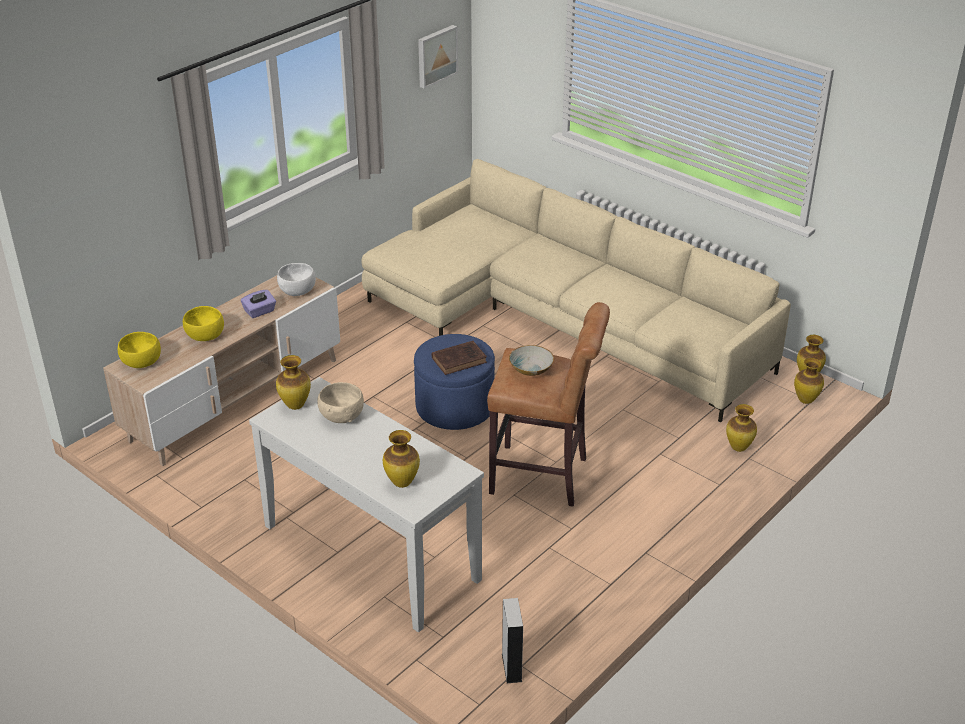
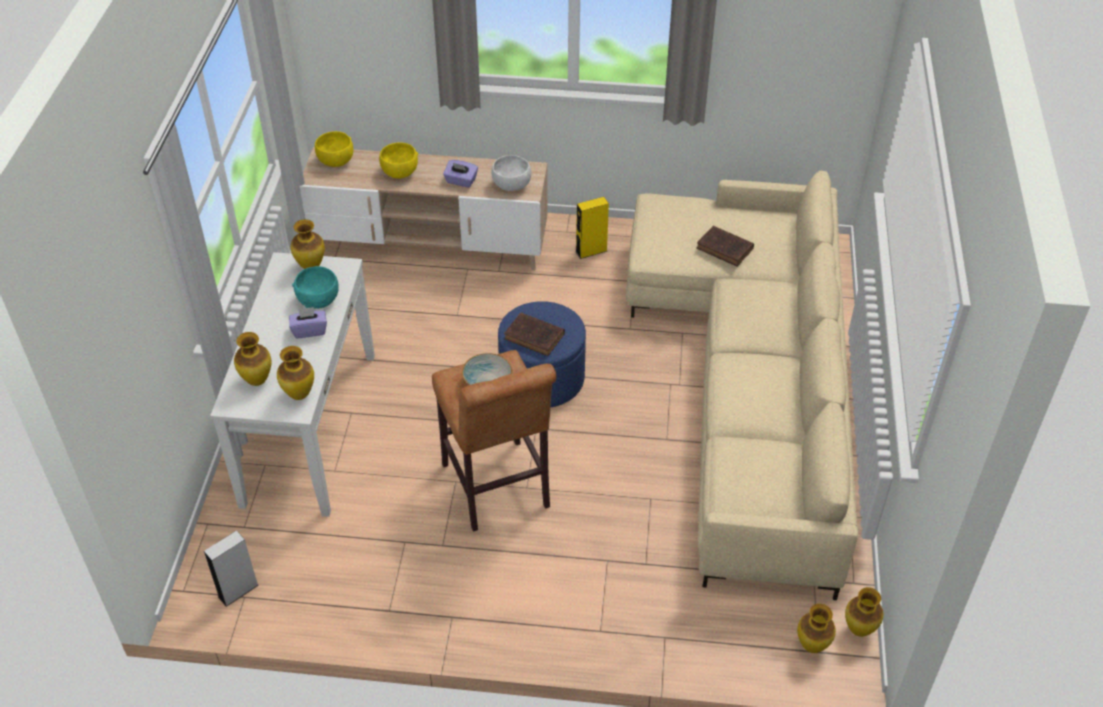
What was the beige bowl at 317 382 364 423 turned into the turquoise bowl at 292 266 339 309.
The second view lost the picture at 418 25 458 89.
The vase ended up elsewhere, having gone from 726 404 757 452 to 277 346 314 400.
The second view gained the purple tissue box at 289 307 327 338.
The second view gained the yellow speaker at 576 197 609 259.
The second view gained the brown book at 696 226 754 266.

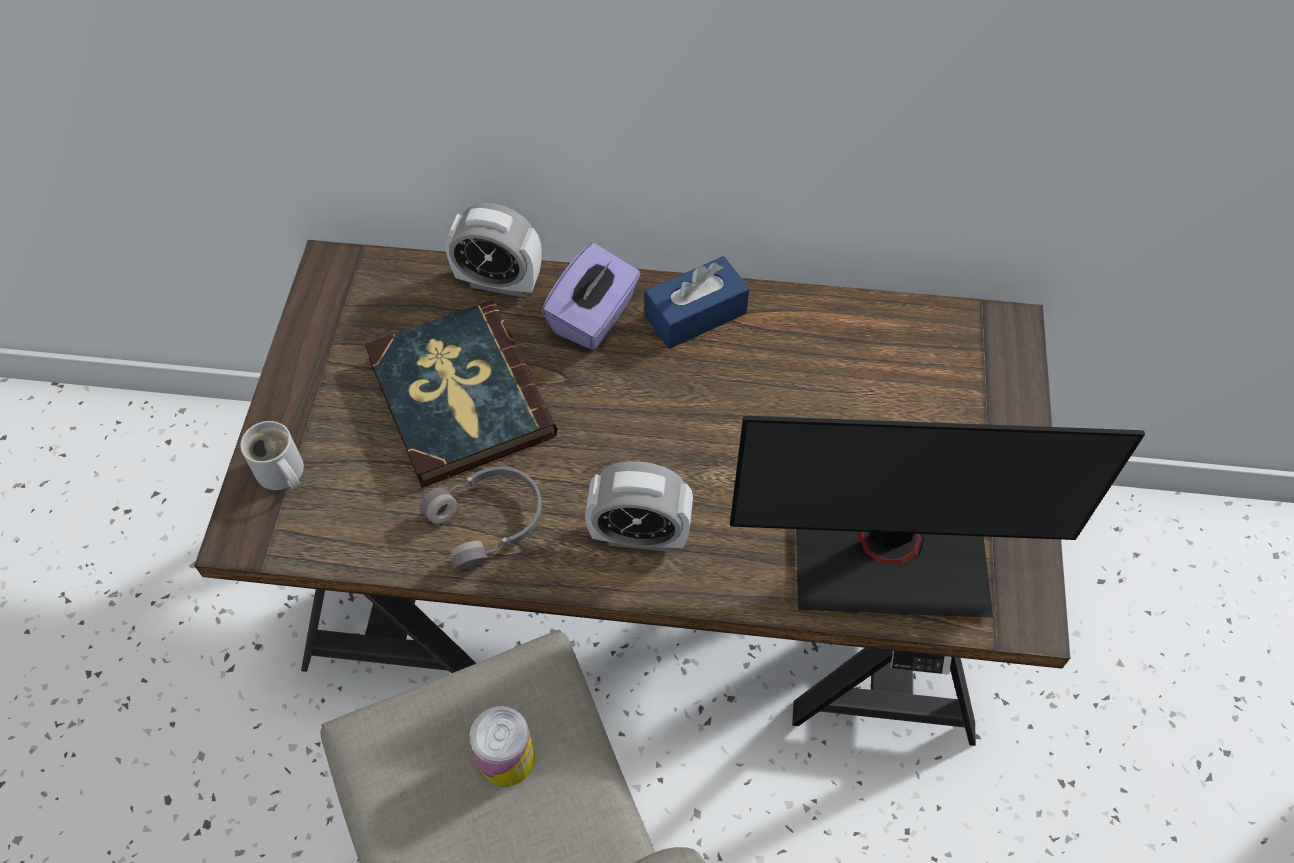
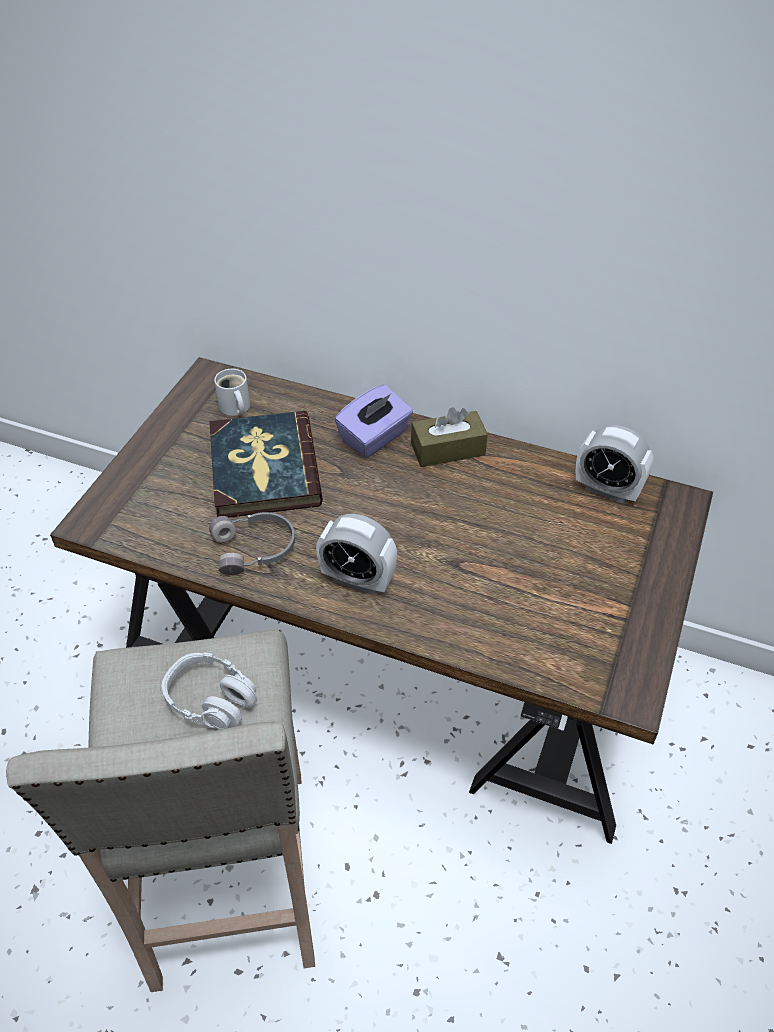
The white mug ended up elsewhere, having gone from 240 421 304 490 to 214 369 250 416.
The alarm clock ended up elsewhere, having gone from 445 203 542 297 to 576 425 653 503.
Where the can stood at 470 706 535 787, the grey headphones came to stand at 162 652 257 730.
What was the blue tissue box at 645 256 749 349 turned into the brown tissue box at 411 407 488 467.
The second view lost the monitor at 730 416 1145 618.

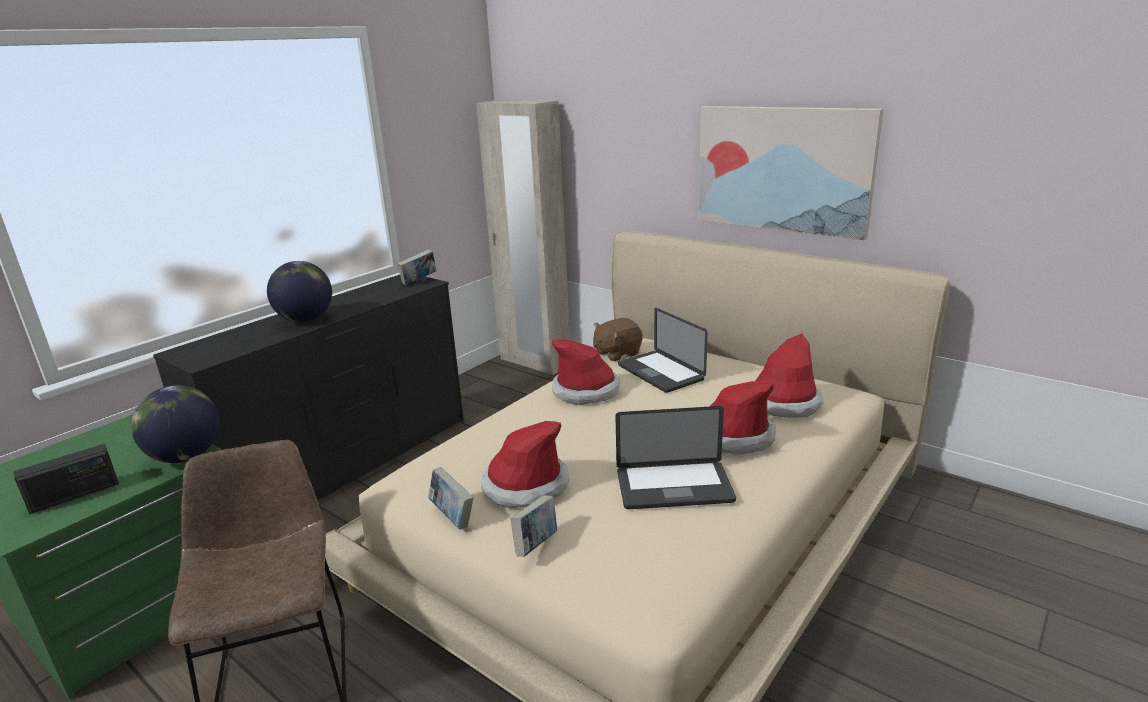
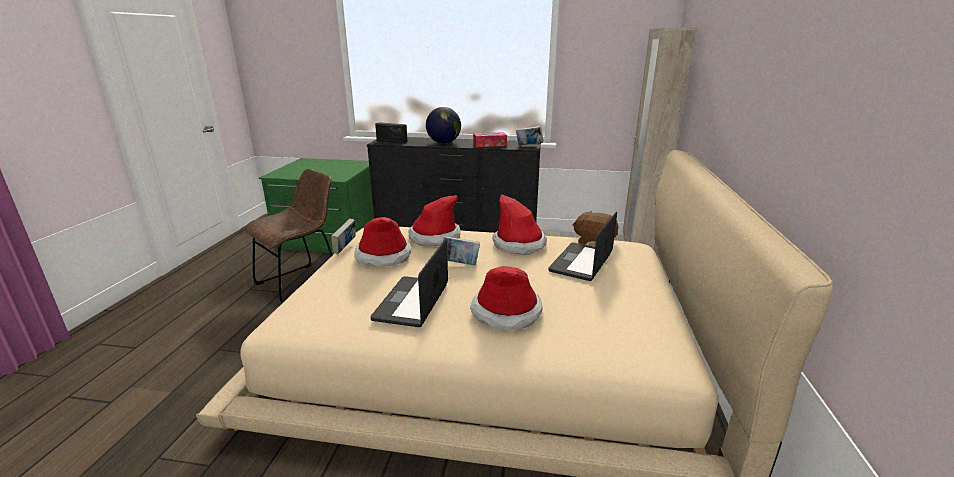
The radio ended up elsewhere, having gone from 14 444 119 514 to 375 122 408 143.
The second view lost the globe at 131 385 220 463.
The book ended up elsewhere, having gone from 511 495 557 557 to 443 236 480 265.
The laptop at 615 406 736 509 ended up facing another way, 45 degrees clockwise from before.
The second view lost the picture at 698 106 883 240.
The hat ended up elsewhere, having gone from 756 333 824 418 to 408 195 461 247.
The second view gained the tissue box at 473 132 507 147.

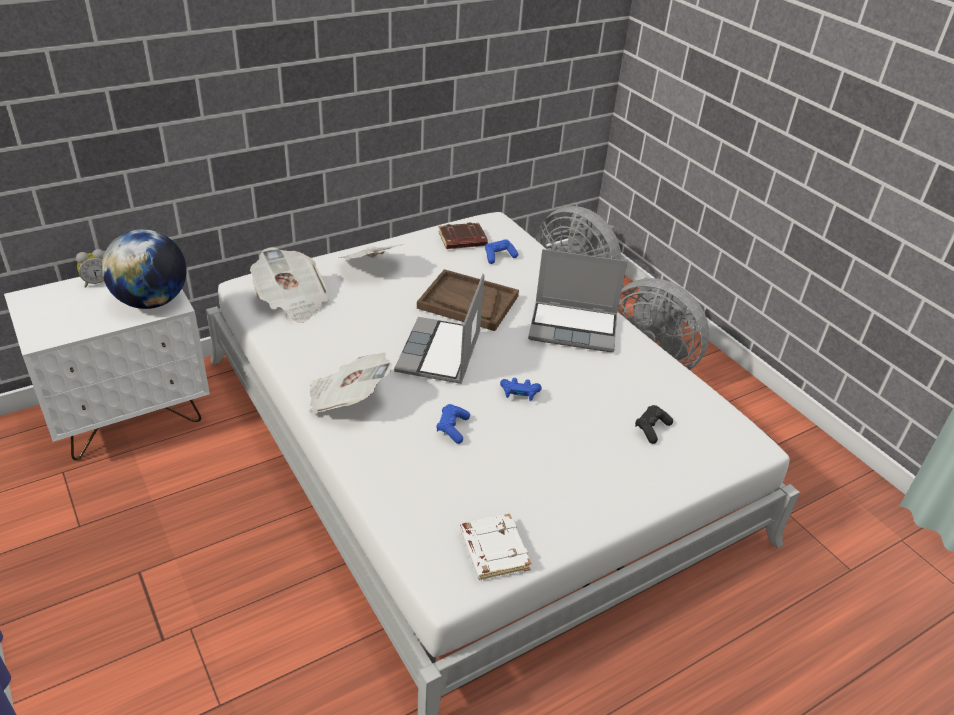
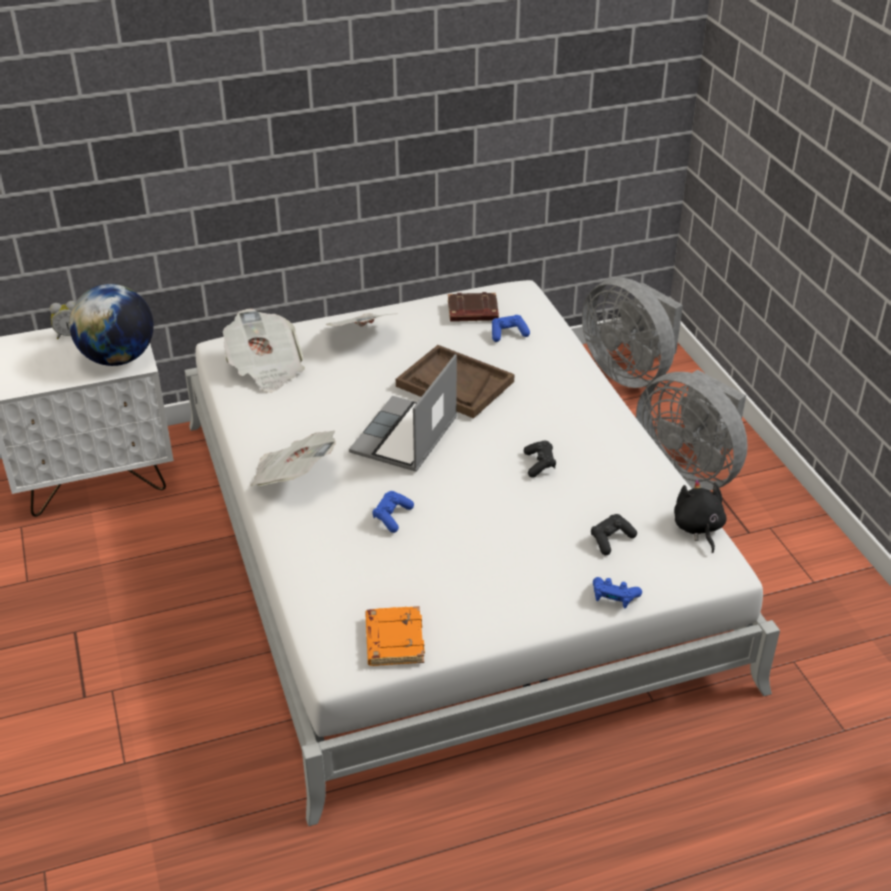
What was the white book at 460 514 531 581 turned into the orange book at 365 606 425 666.
The blue game controller ended up elsewhere, having gone from 500 378 542 401 to 593 577 642 608.
The second view lost the laptop at 528 249 628 352.
The second view gained the black game controller at 524 441 556 478.
The second view gained the black plush toy at 674 479 727 553.

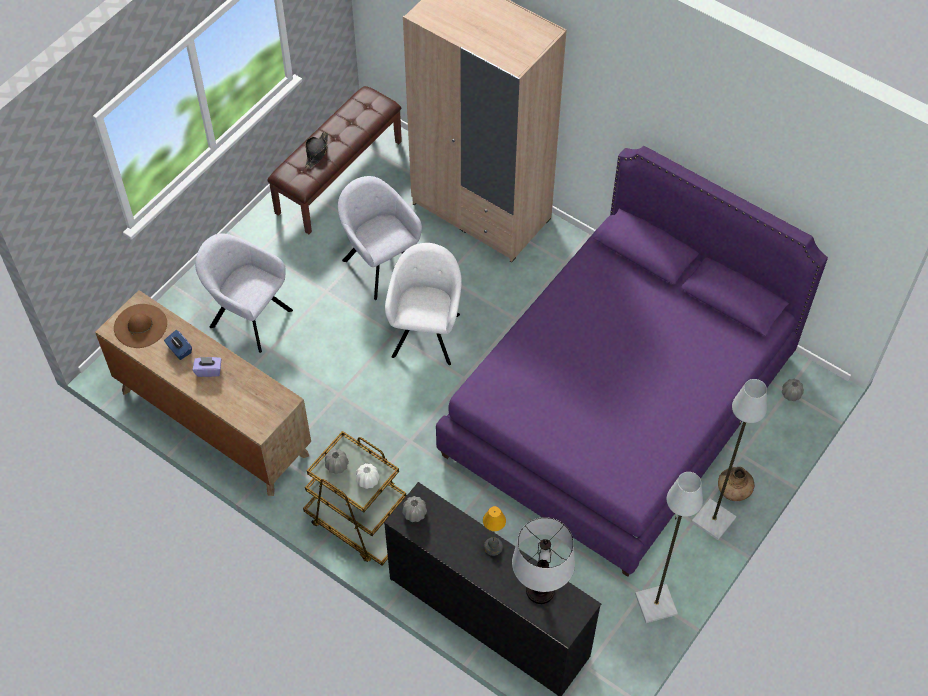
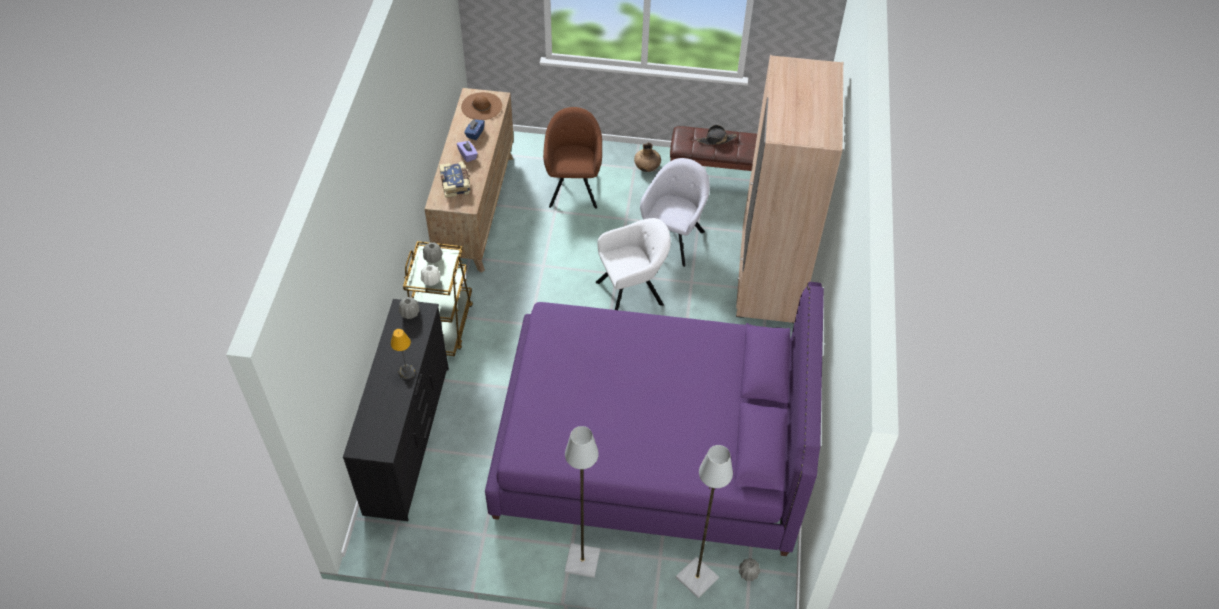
What was the grey armchair at 195 233 293 353 turned into the brown armchair at 543 107 602 209.
The second view lost the table lamp at 512 517 575 604.
The grey floor lamp ended up elsewhere, having gone from 635 472 703 623 to 676 445 733 598.
The brown vase ended up elsewhere, having gone from 718 467 754 501 to 634 142 661 172.
The second view gained the book at 439 161 470 198.

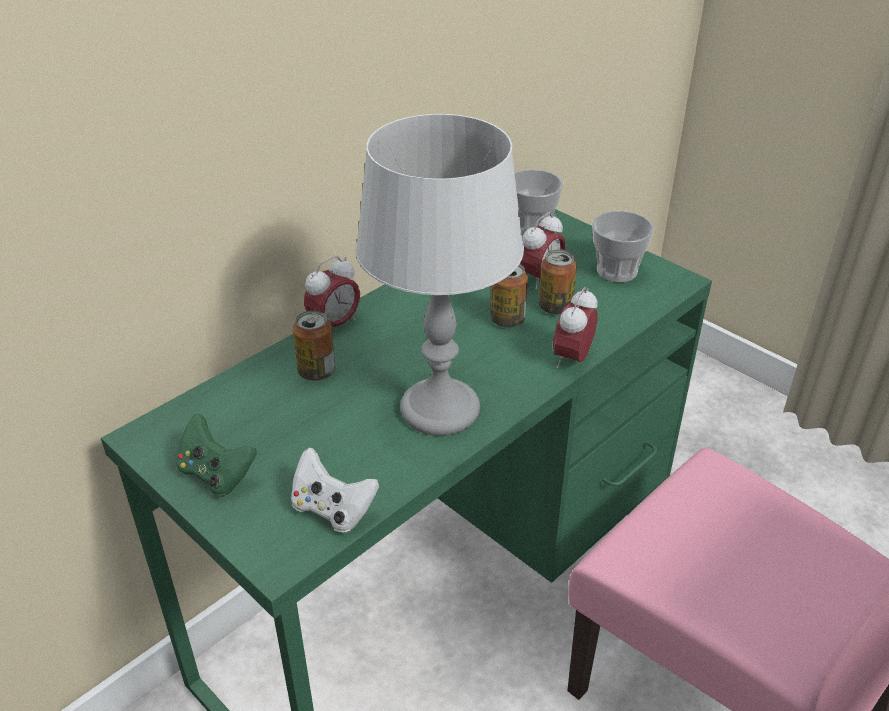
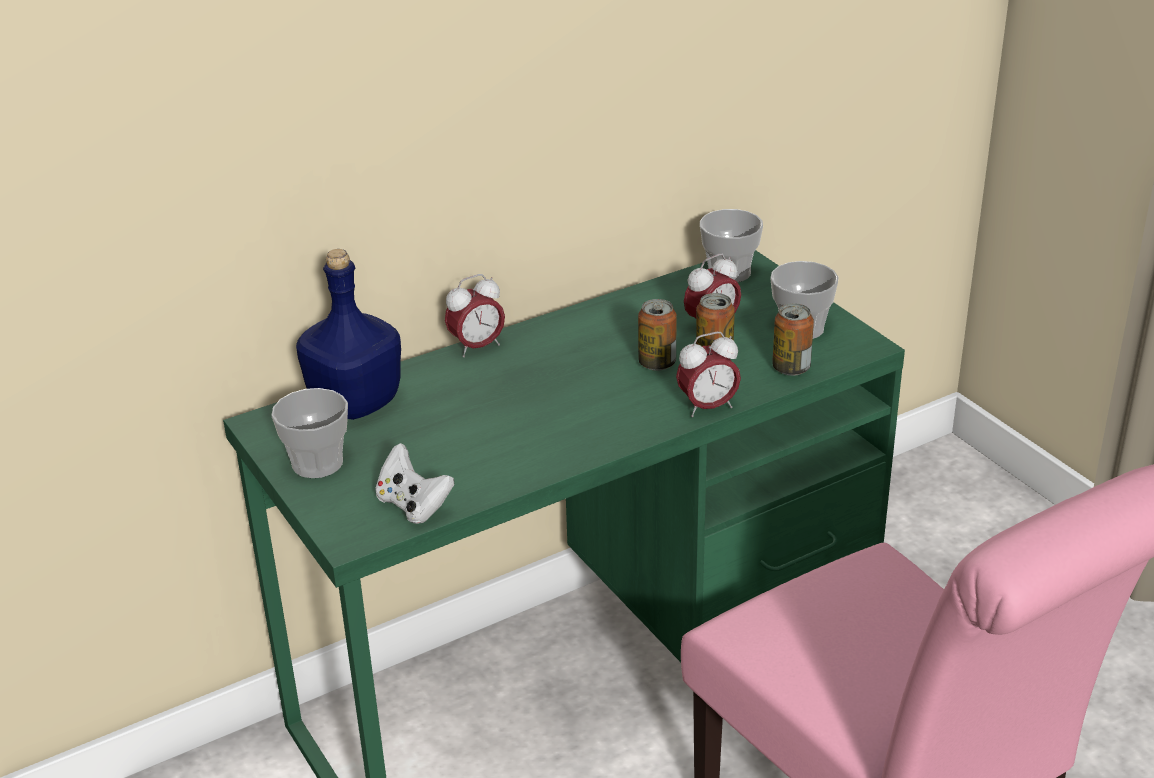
Where the green game controller stood at 176 414 257 496, the cup came to stand at 272 388 348 478.
The can ended up elsewhere, having gone from 293 310 335 381 to 772 303 814 376.
The second view lost the grey table lamp at 355 114 524 436.
The alarm clock at 553 287 598 368 ended up facing another way, 150 degrees counterclockwise from before.
The second view gained the blue bottle at 296 249 401 420.

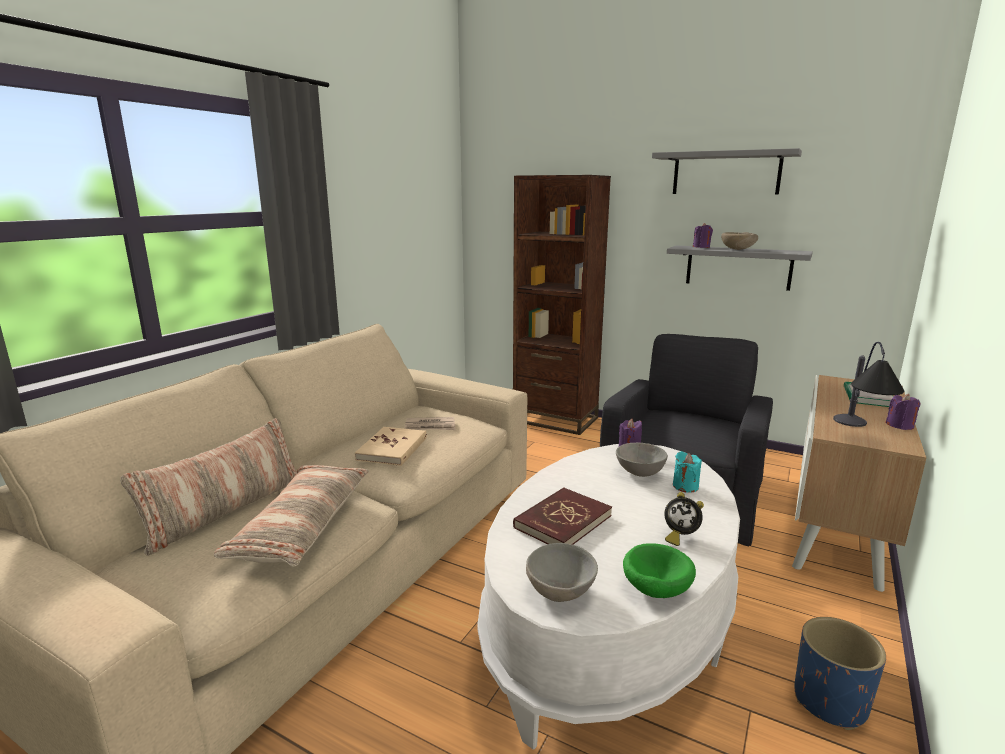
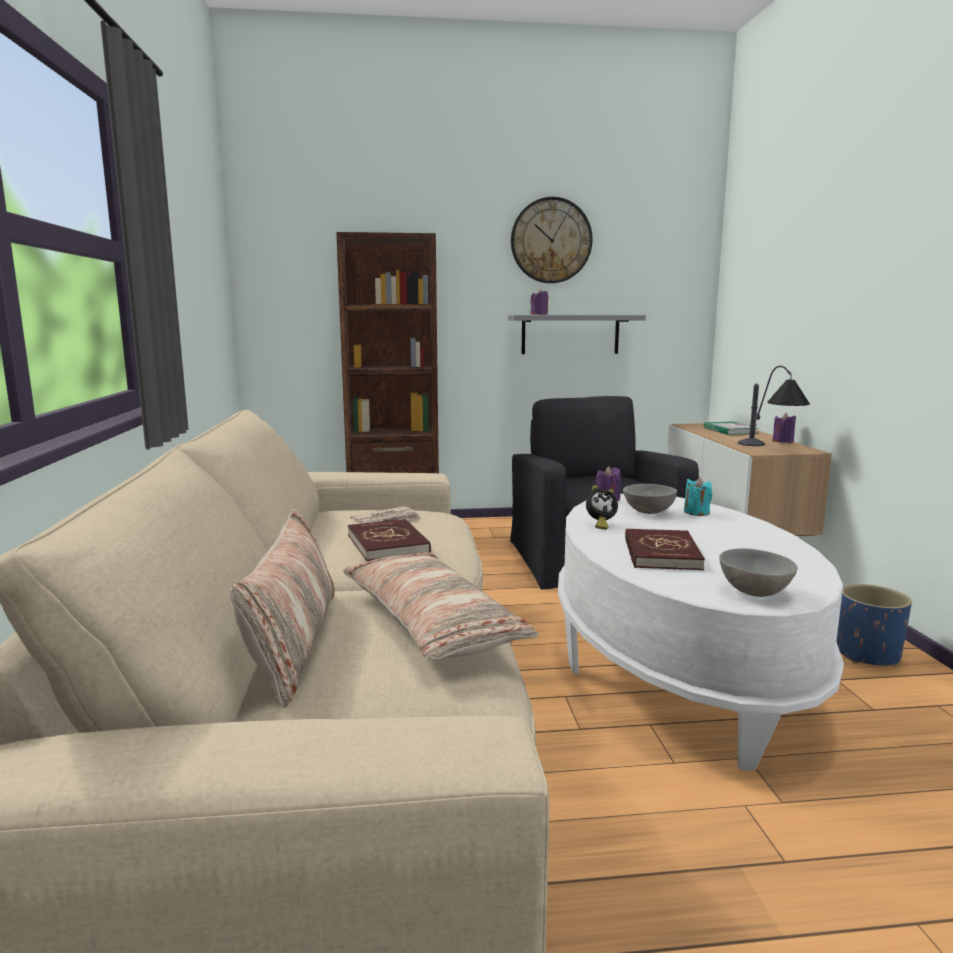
What was the beige book at 355 427 427 466 turned into the red book at 348 519 431 561.
The second view lost the green bowl at 623 543 696 598.
Where the grey shelf hung at 652 148 802 194, the wall clock came to hang at 511 197 593 283.
The alarm clock ended up elsewhere, having gone from 664 492 704 546 to 586 485 618 530.
The second view lost the beige bowl at 721 232 758 250.

